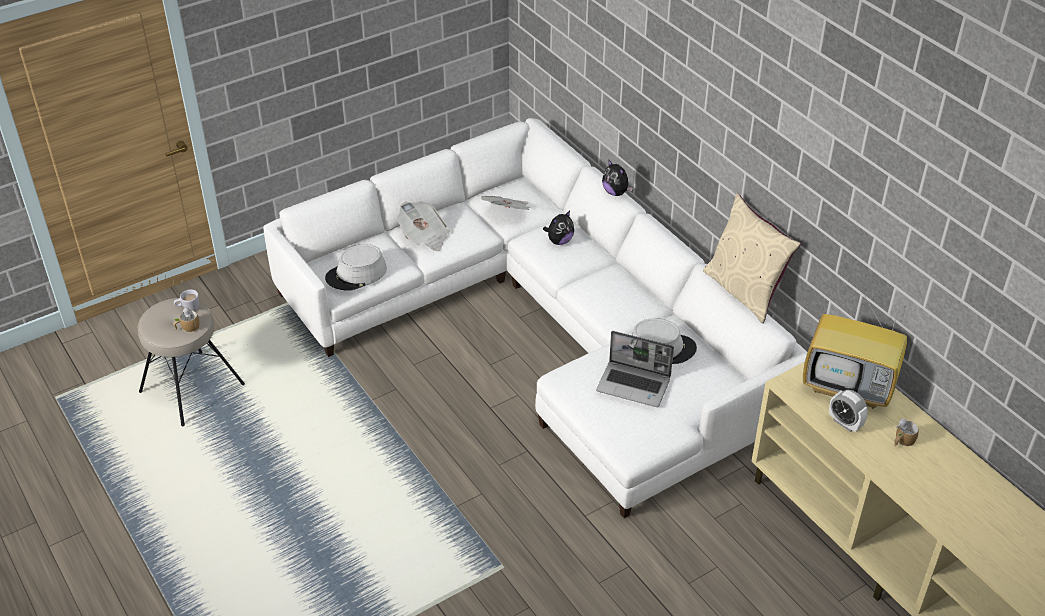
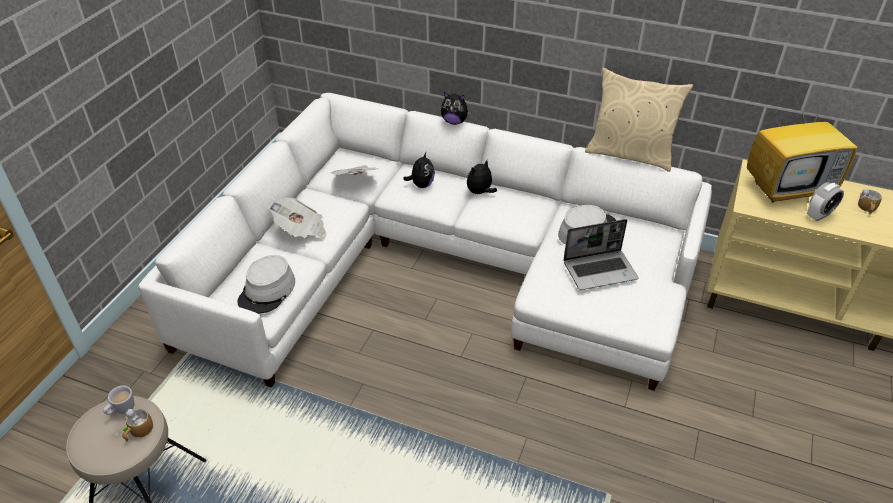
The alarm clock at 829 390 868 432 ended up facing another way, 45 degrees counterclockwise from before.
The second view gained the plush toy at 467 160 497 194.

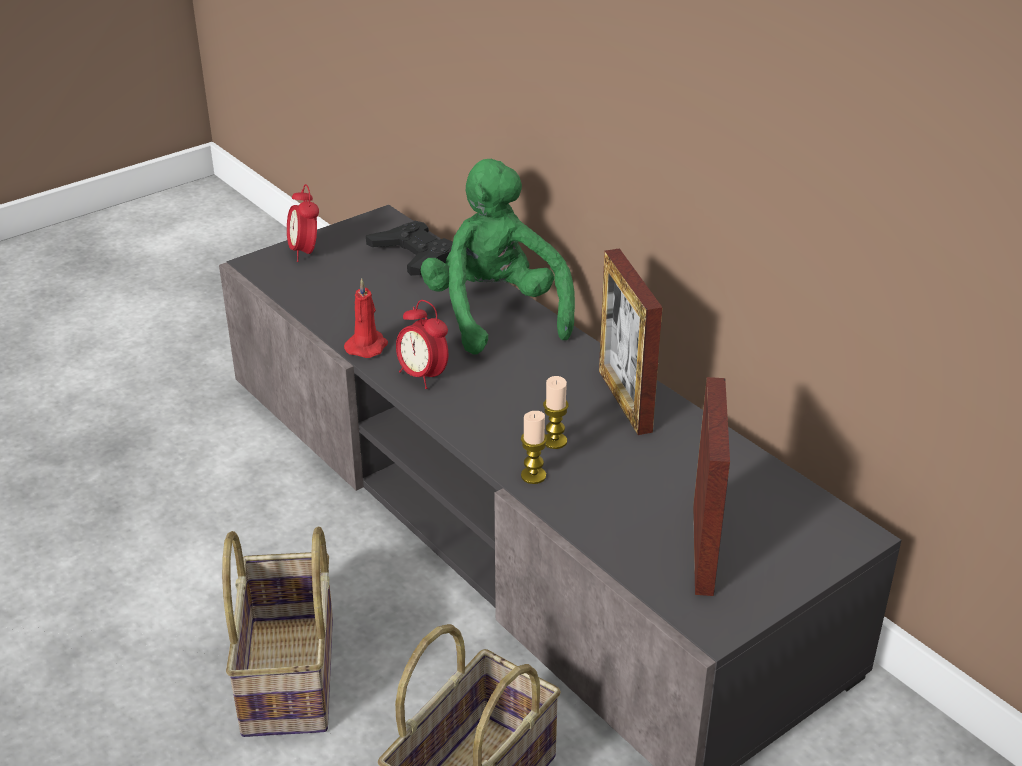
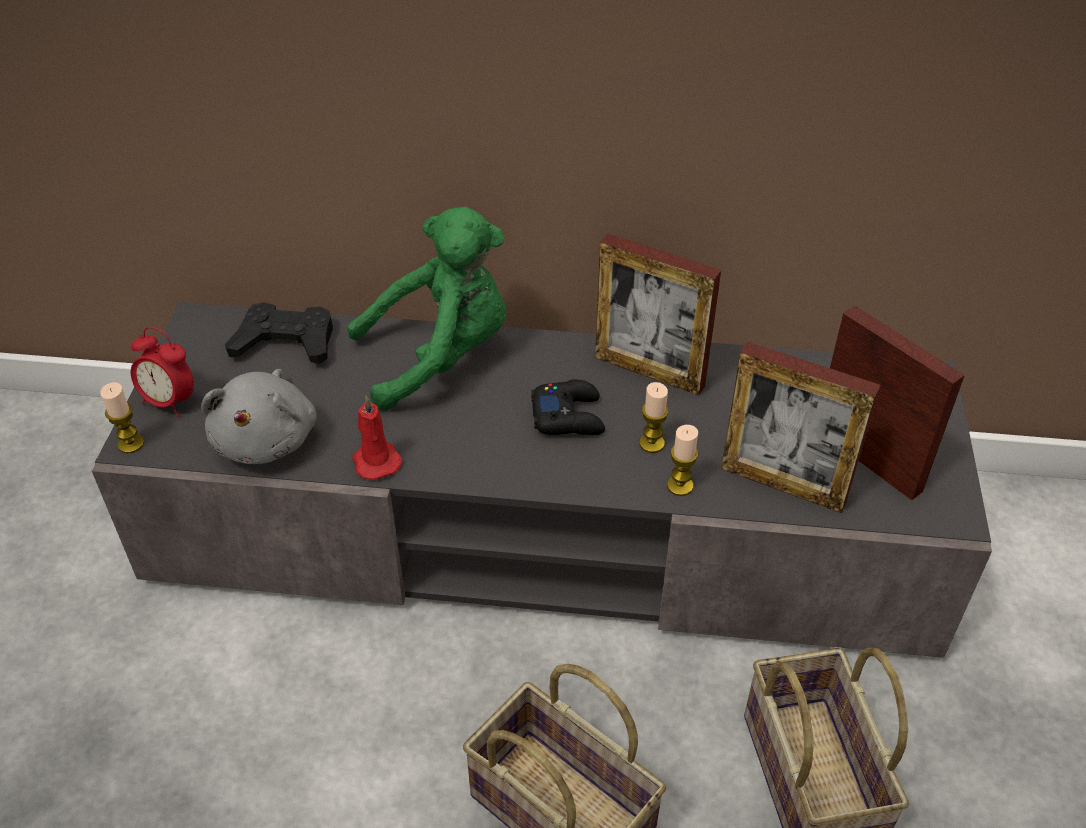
The second view lost the alarm clock at 396 300 448 389.
The green plush toy at 420 159 575 355 ended up facing another way, 135 degrees clockwise from before.
The second view gained the candle at 100 382 144 453.
The second view gained the grey plush toy at 201 369 317 464.
The second view gained the black game controller at 531 380 605 435.
The second view gained the picture frame at 721 341 880 513.

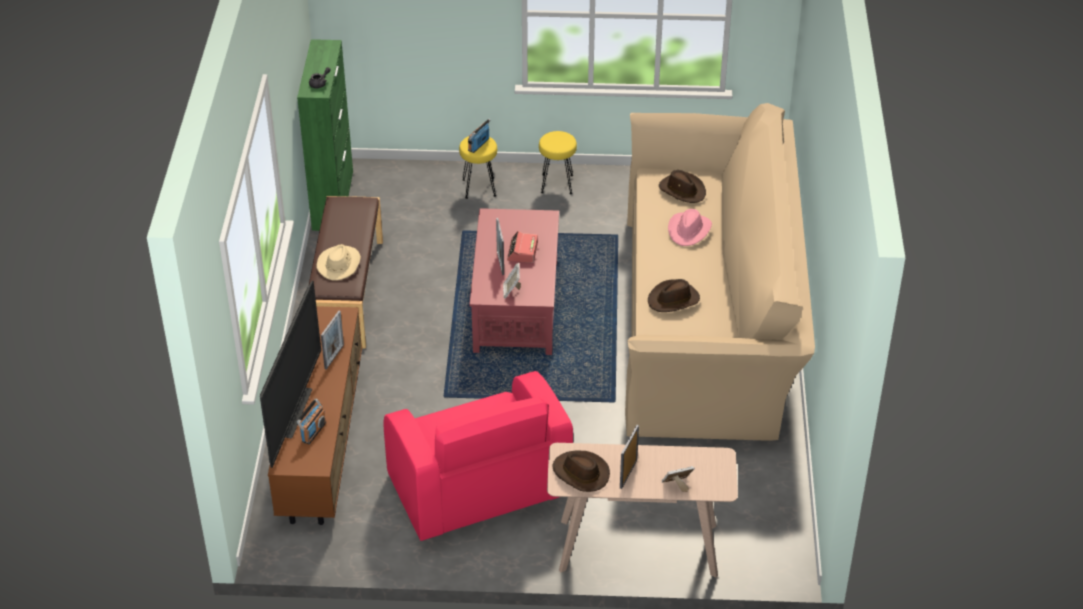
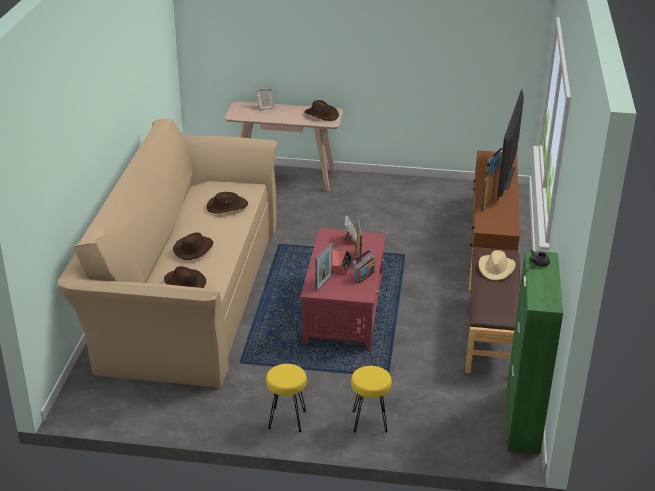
The second view lost the pink armchair at 383 371 573 541.
The radio ended up elsewhere, having gone from 468 119 491 153 to 353 249 375 283.
The picture frame ended up elsewhere, having gone from 620 425 639 489 to 315 243 333 291.
What was the pink hat at 668 209 712 246 turned into the brown hat at 173 233 213 260.

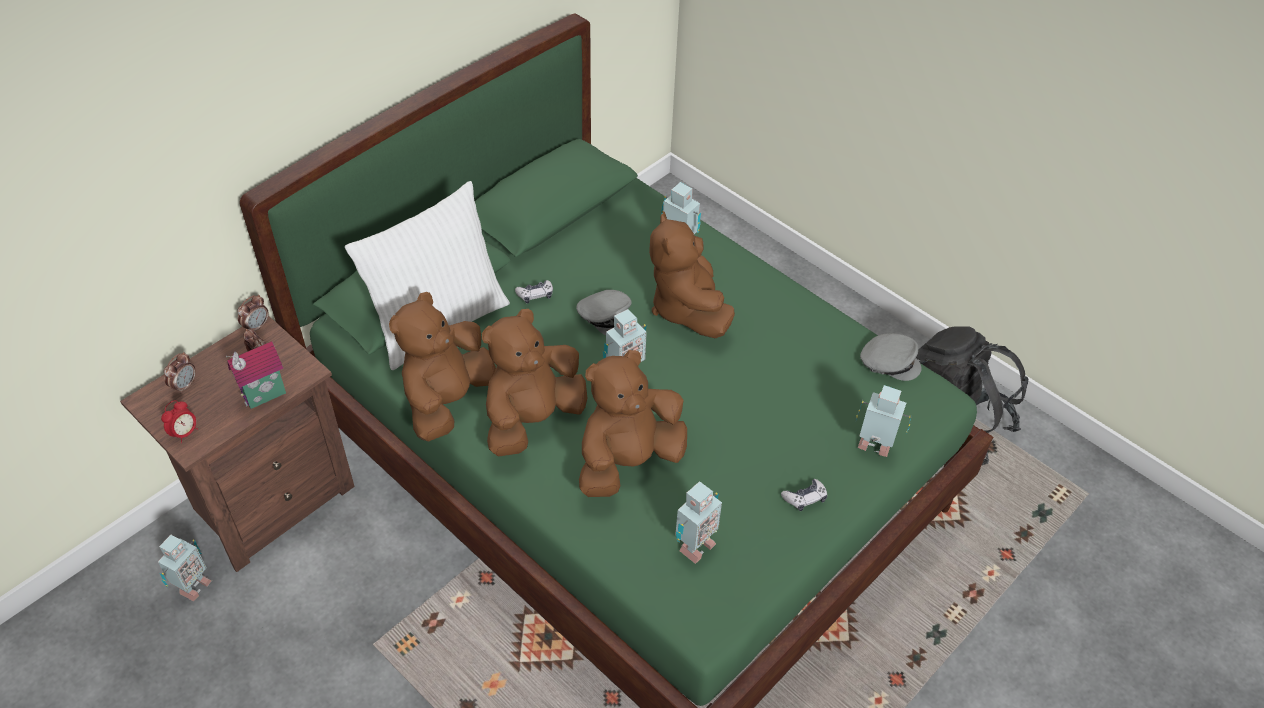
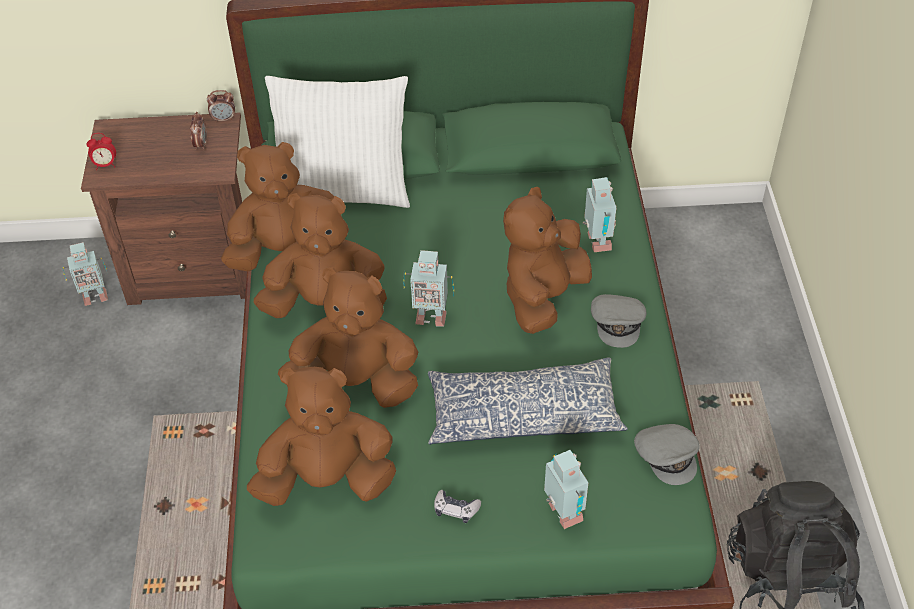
The second view lost the alarm clock at 164 352 195 394.
The second view lost the toy house at 226 341 286 409.
The second view lost the game controller at 515 280 553 304.
The grey cap ended up elsewhere, having gone from 576 290 632 335 to 591 294 646 348.
Where the toy robot stood at 675 481 722 564, the brown plush toy came to stand at 247 367 396 506.
The second view gained the pillow at 428 358 628 445.

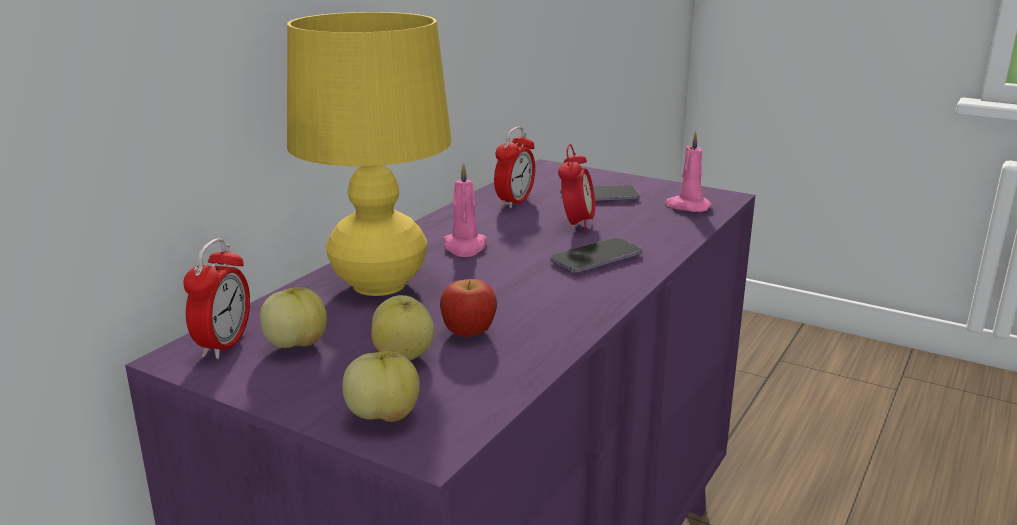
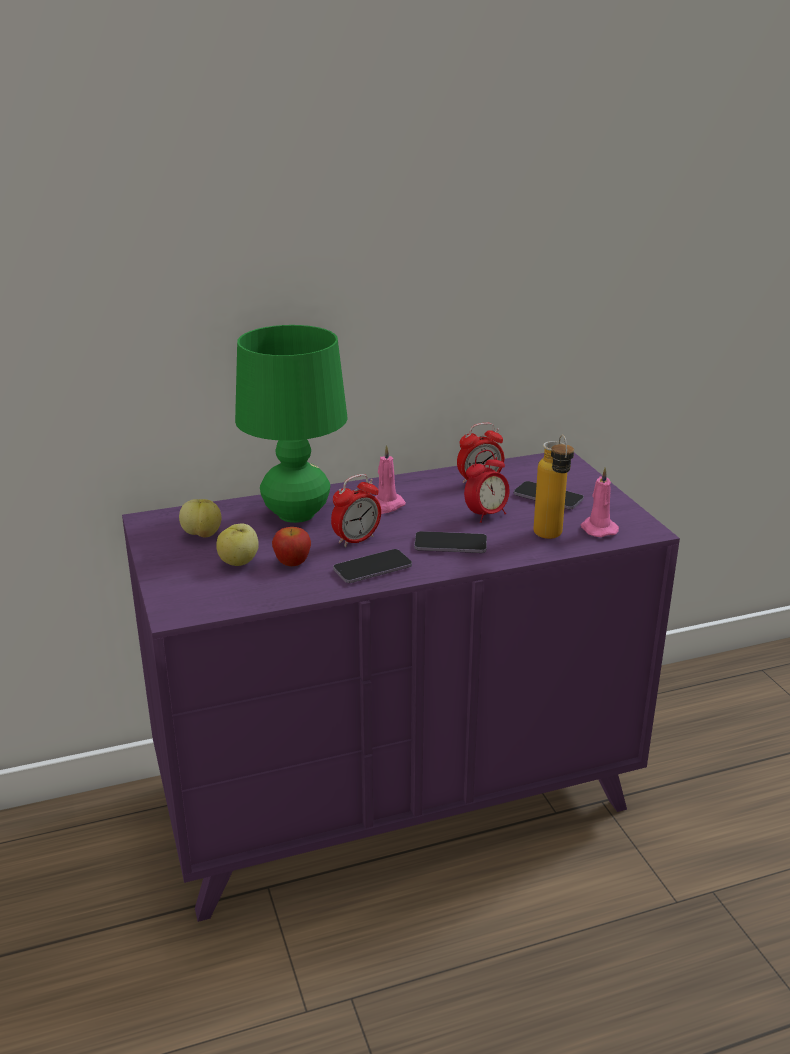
The alarm clock ended up elsewhere, having gone from 183 238 250 359 to 331 474 381 547.
What was the yellow table lamp at 287 12 452 296 turned into the green table lamp at 235 325 348 523.
The second view lost the apple at 342 351 420 422.
The second view gained the phone at 333 549 412 583.
The second view gained the bottle at 533 435 574 539.

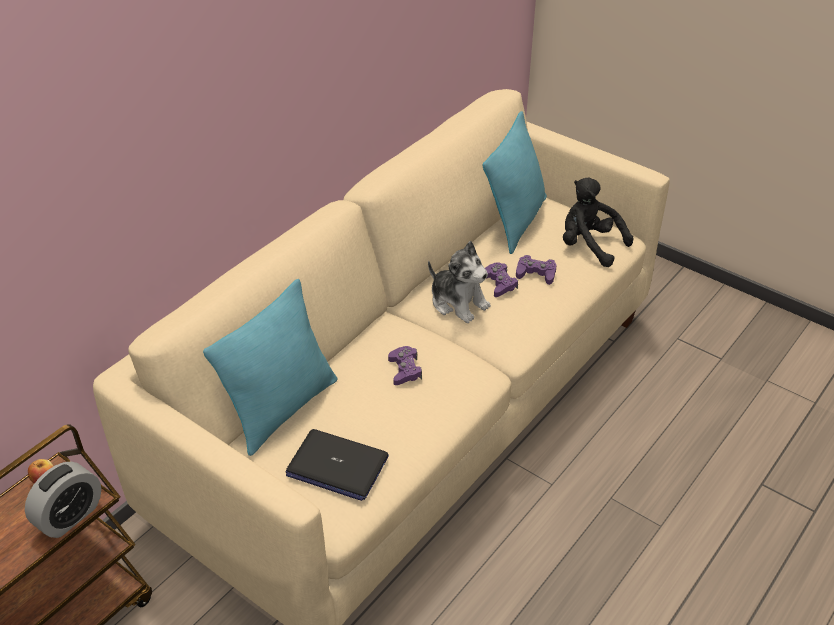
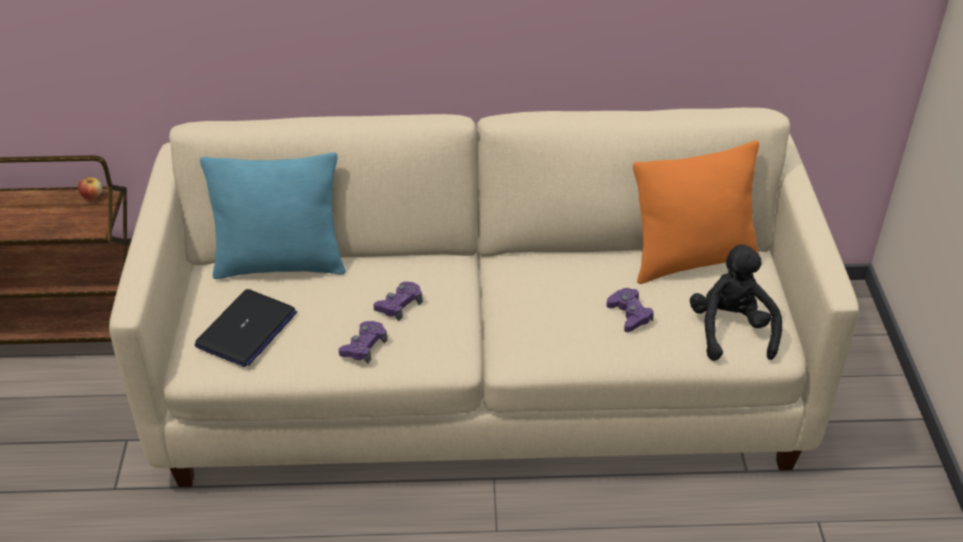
The second view lost the alarm clock at 25 461 101 538.
The laptop at 286 429 389 501 ended up facing another way, 135 degrees counterclockwise from before.
The second view lost the plush toy at 428 241 491 323.
What was the turquoise pillow at 483 111 547 254 turned into the orange pillow at 633 141 759 284.
The purple game controller ended up elsewhere, having gone from 485 262 518 297 to 339 321 387 363.

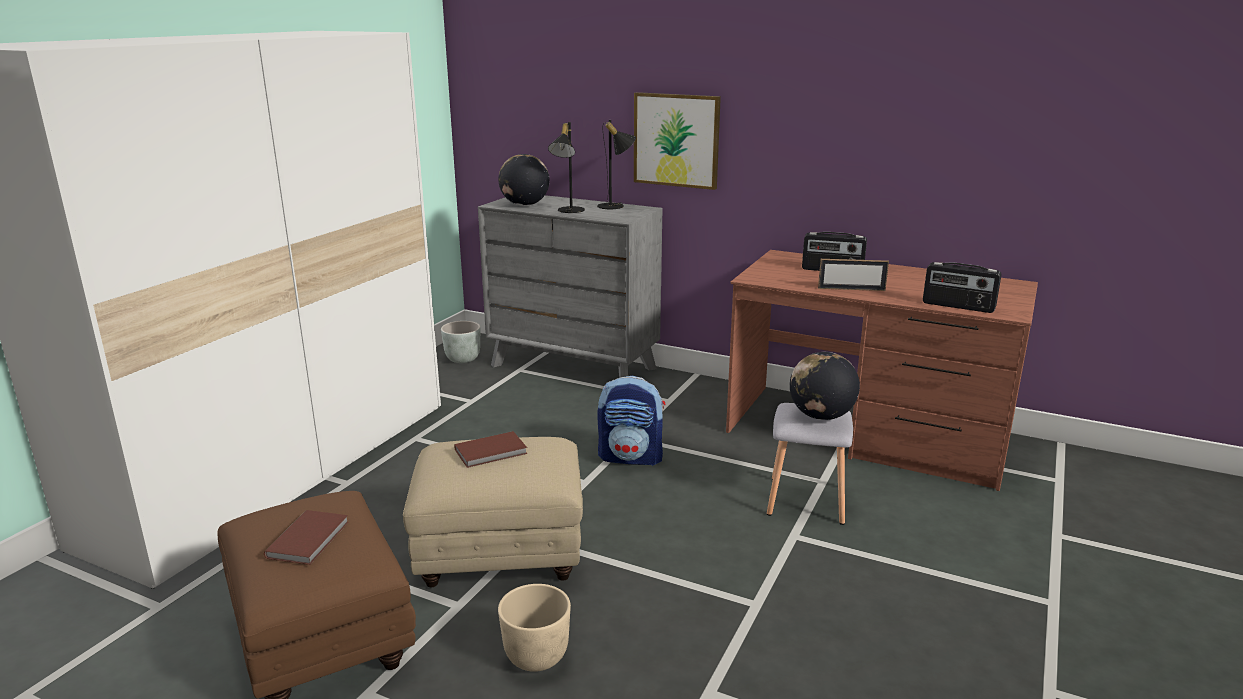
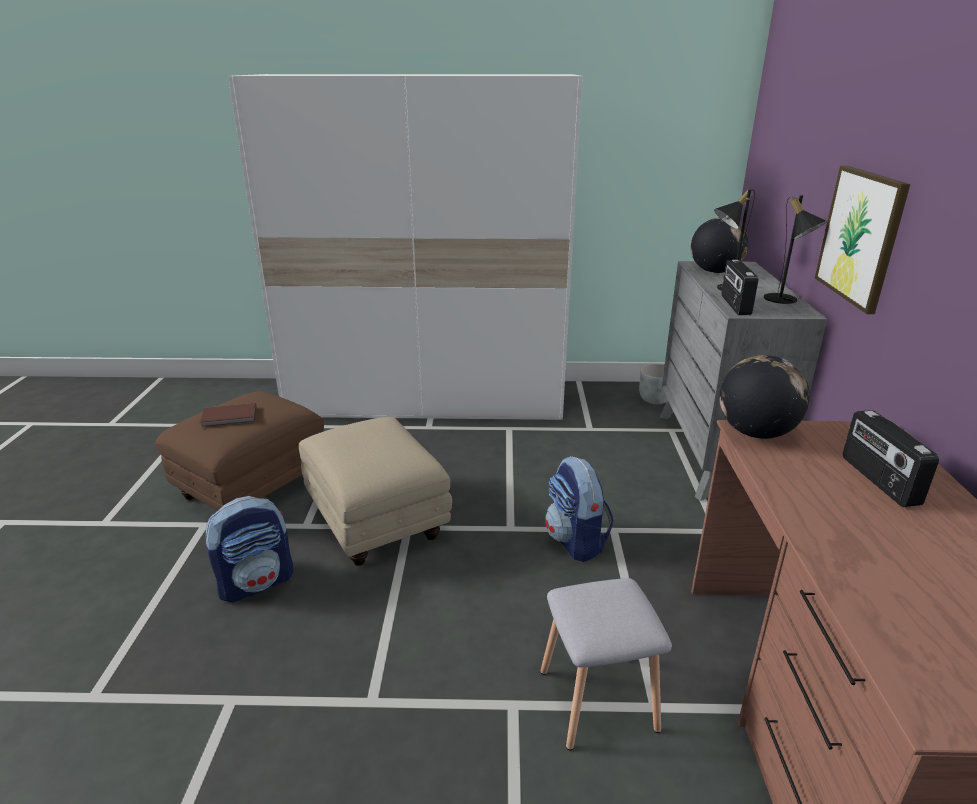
The second view lost the brown book at 454 431 527 468.
Where the beige planter stood at 498 584 571 672, the backpack came to stand at 205 496 293 602.
The globe ended up elsewhere, having gone from 790 352 860 420 to 719 355 810 439.
The second view lost the picture frame at 818 259 889 291.
The radio ended up elsewhere, having gone from 923 262 1002 313 to 721 260 759 315.

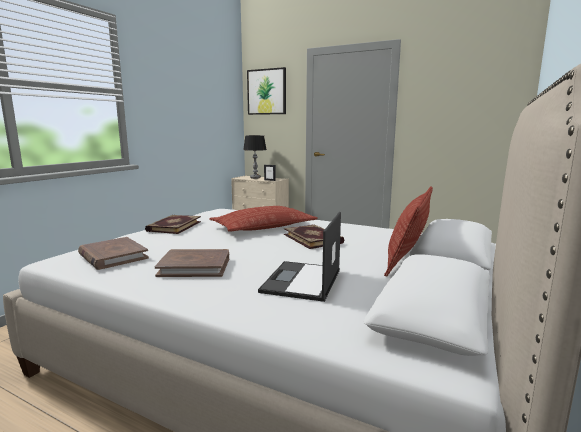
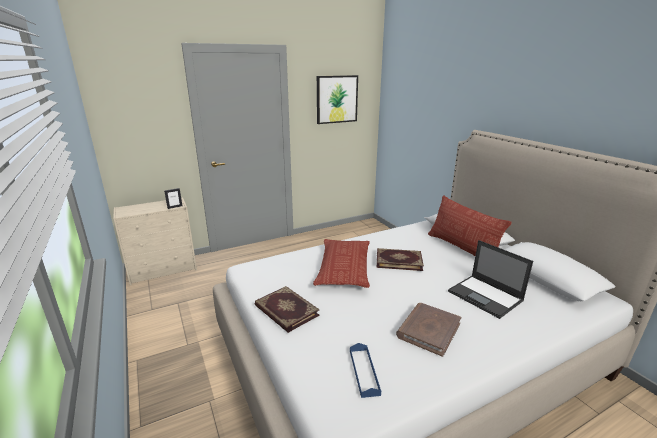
Where the brown book stood at 78 237 149 270, the blue tray came to stand at 350 343 381 398.
The second view lost the table lamp at 243 135 266 179.
The picture ended up elsewhere, having gone from 247 67 286 115 to 317 75 358 124.

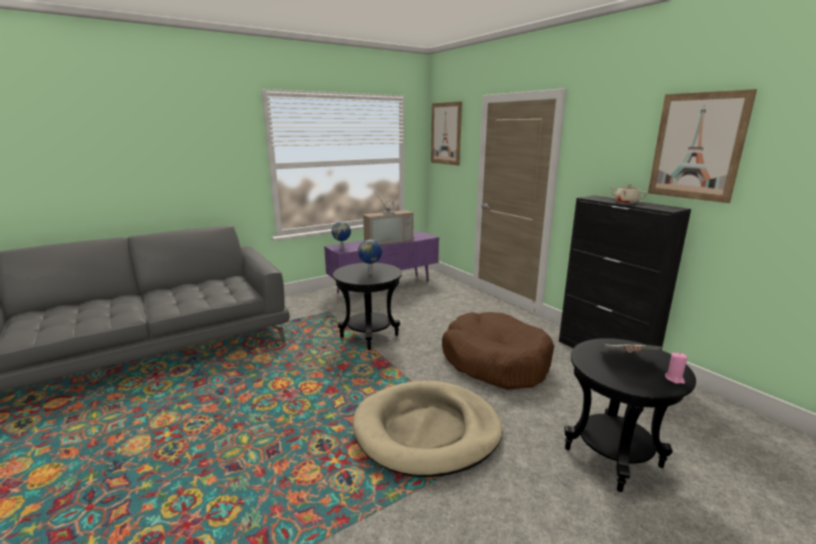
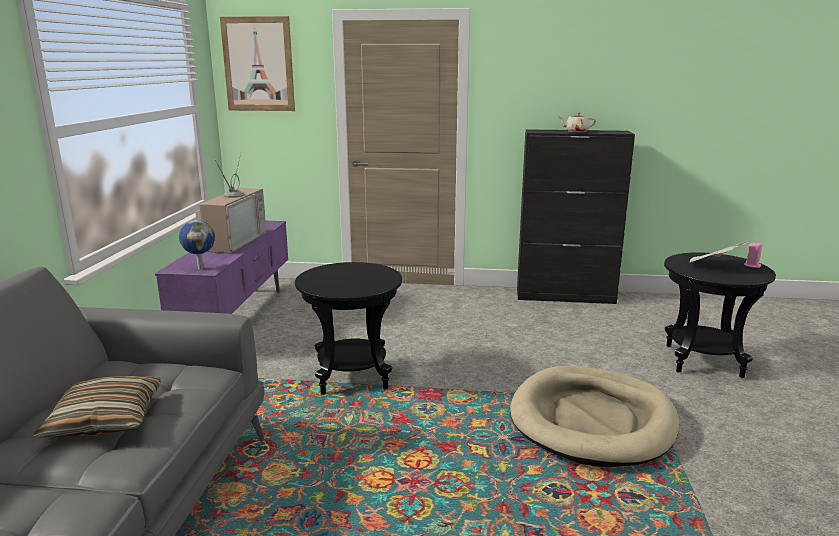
The second view lost the globe at 358 240 382 274.
The second view lost the brown dog bed at 442 312 554 390.
The second view lost the picture at 648 89 757 203.
The second view gained the pillow at 33 376 161 437.

